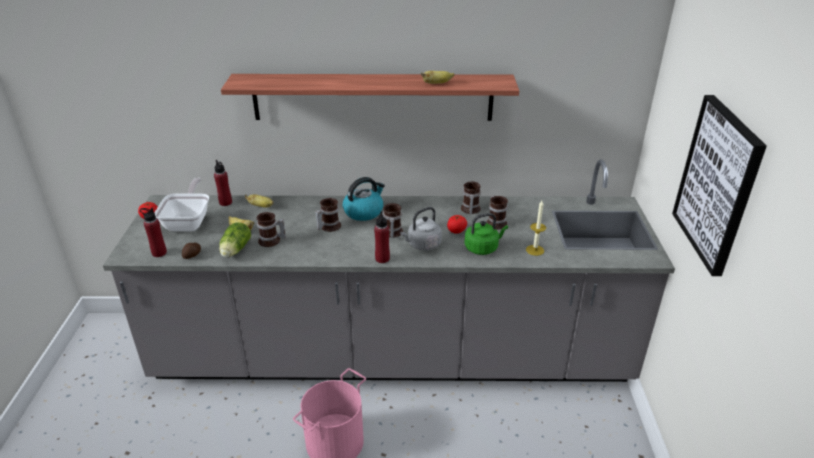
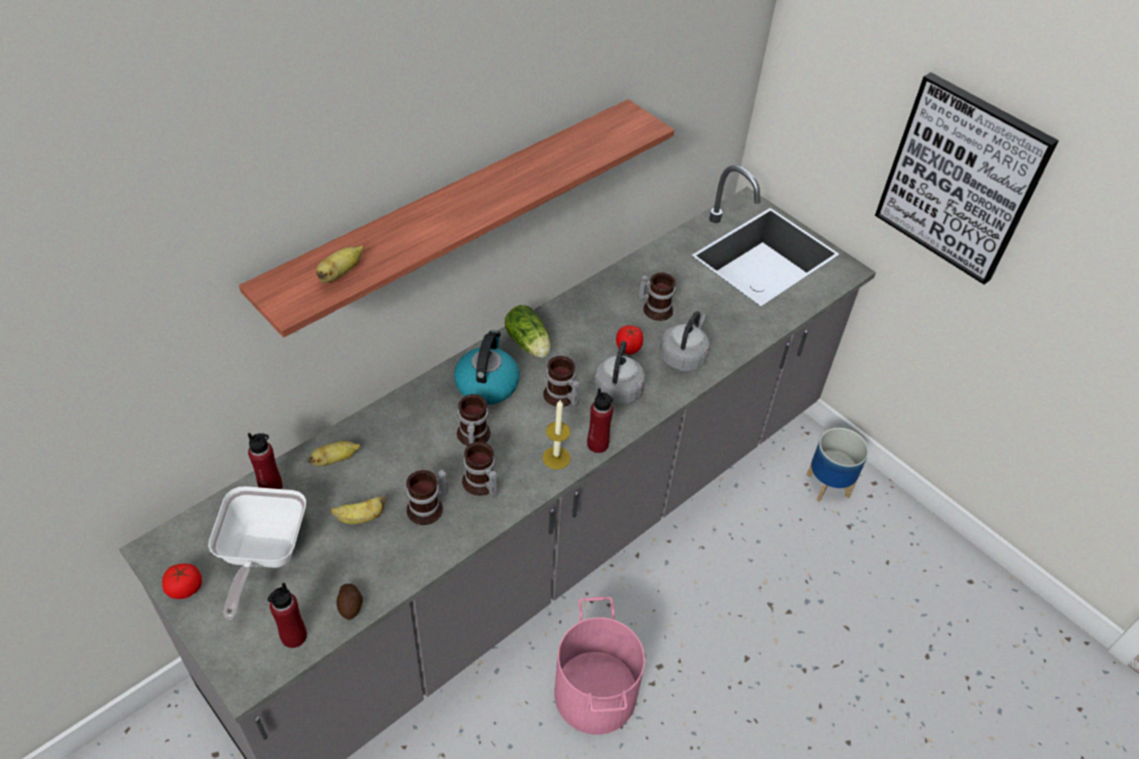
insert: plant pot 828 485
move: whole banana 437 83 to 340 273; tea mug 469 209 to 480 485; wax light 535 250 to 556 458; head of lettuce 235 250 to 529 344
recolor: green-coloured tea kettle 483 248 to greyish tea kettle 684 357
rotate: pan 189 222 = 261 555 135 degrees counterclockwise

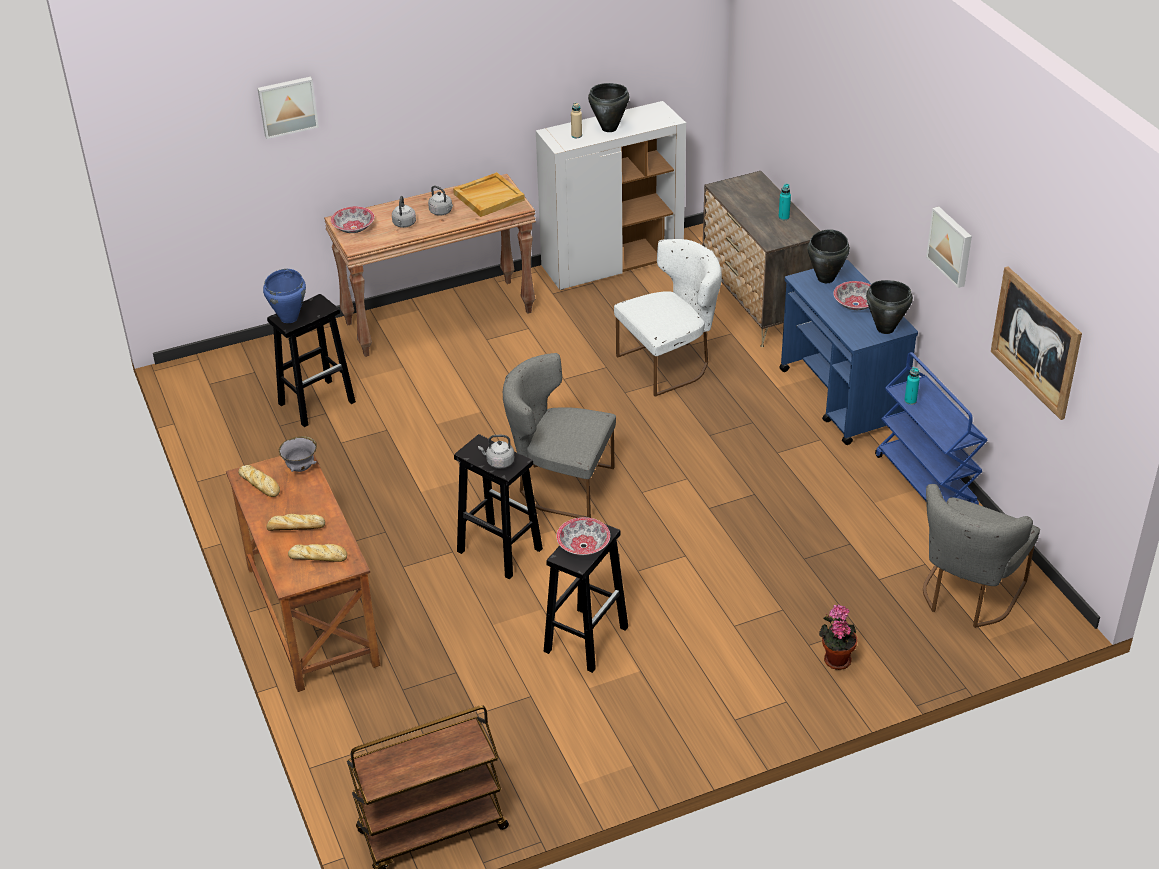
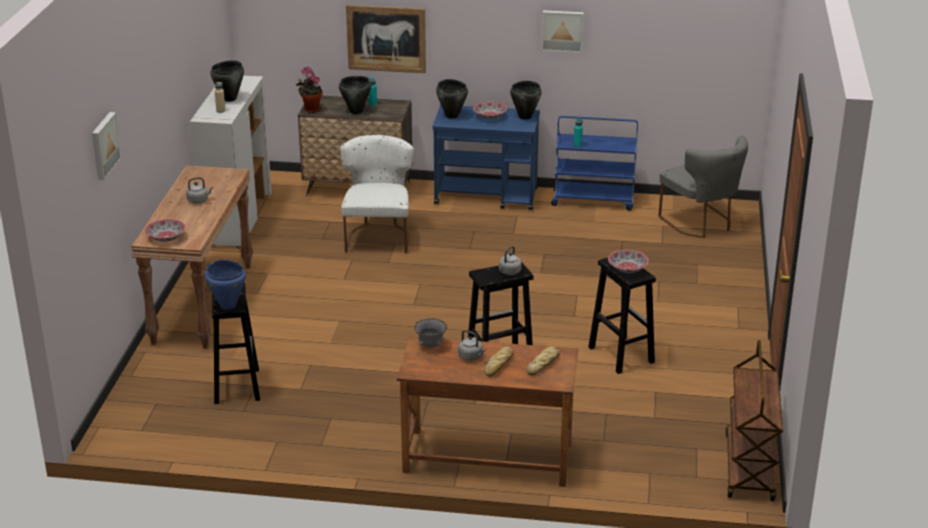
delete: beige serving tray 489 197; greyish upright chair 559 485; bakery bread 260 484
insert: black-coloured cooking pot 356 111
move: greyish tea kettle 404 224 to 471 357; wall art 1036 342 to 386 38; potted plant 835 658 to 310 109

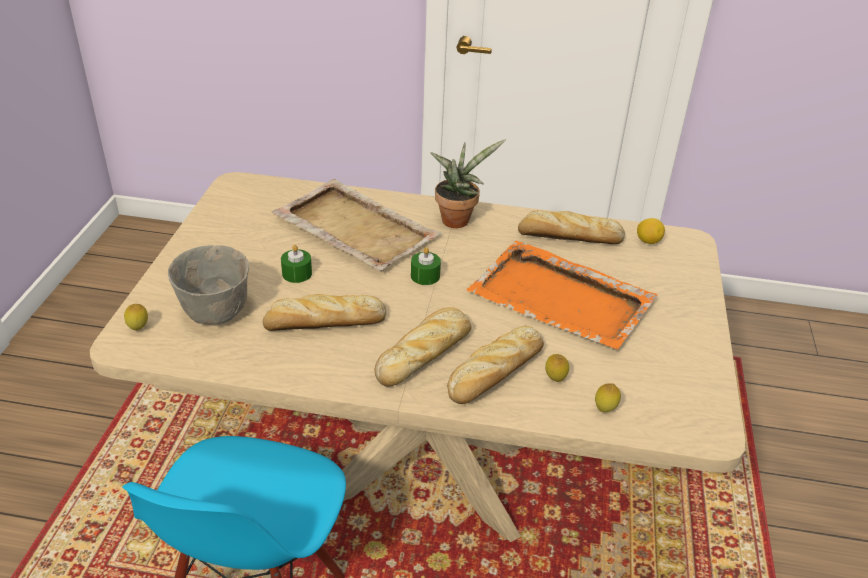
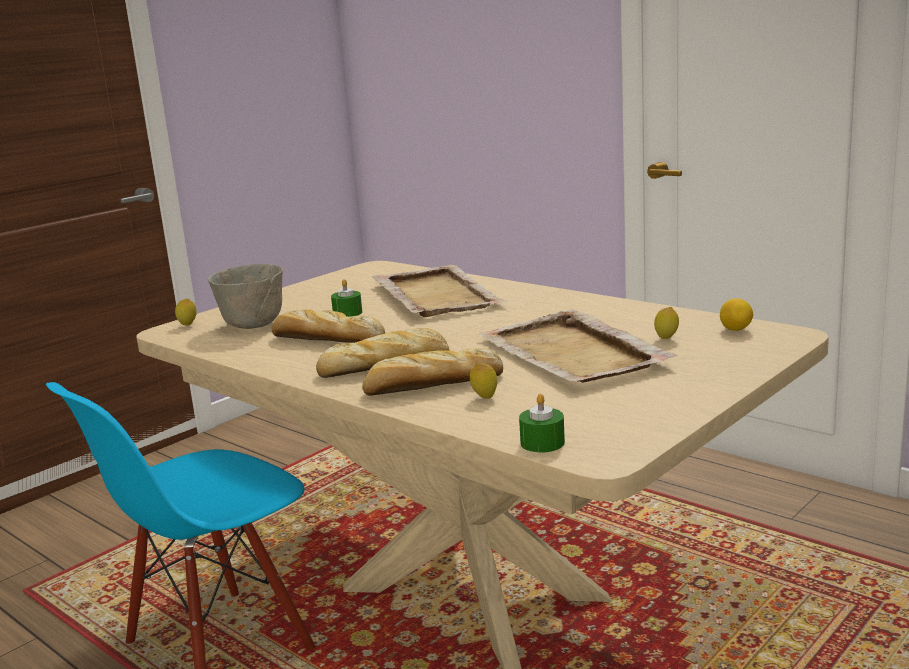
delete: potted plant 457 219; bakery bread 567 237
move: green-coloured wax light 425 276 to 542 443; whole lemon 605 410 to 666 339
recolor: orangey serving tray 562 299 to beige serving tray 573 353

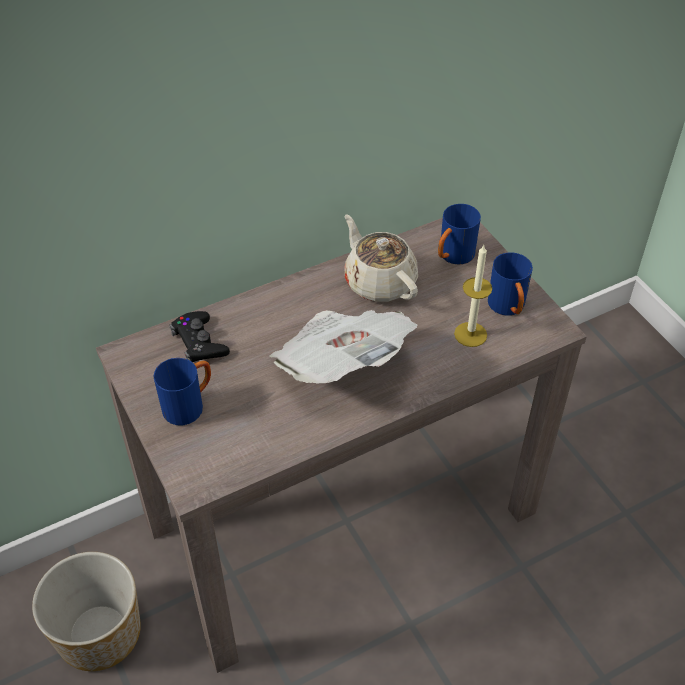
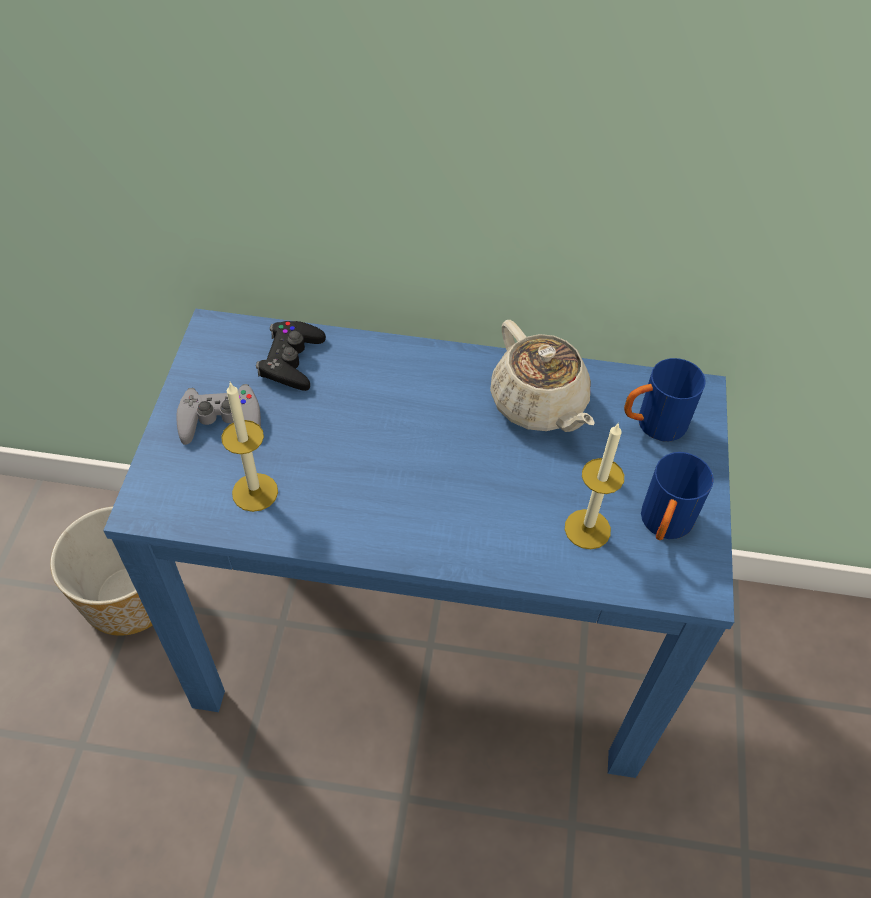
delete: newspaper 341 365
insert: wax light 255 492
replace: blue-coloured tea mug 189 405 to greyish joypad 220 420
recolor: brownish console table 343 518 to blue-coloured console table 429 640
rotate: beige pot for tea 379 282 = 539 404 150 degrees clockwise

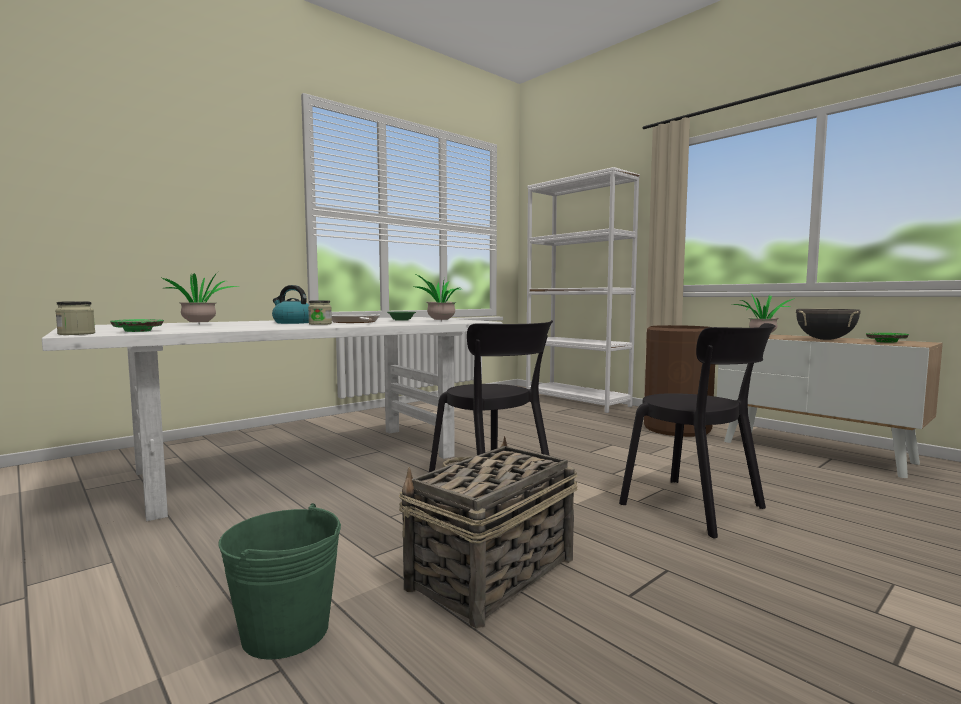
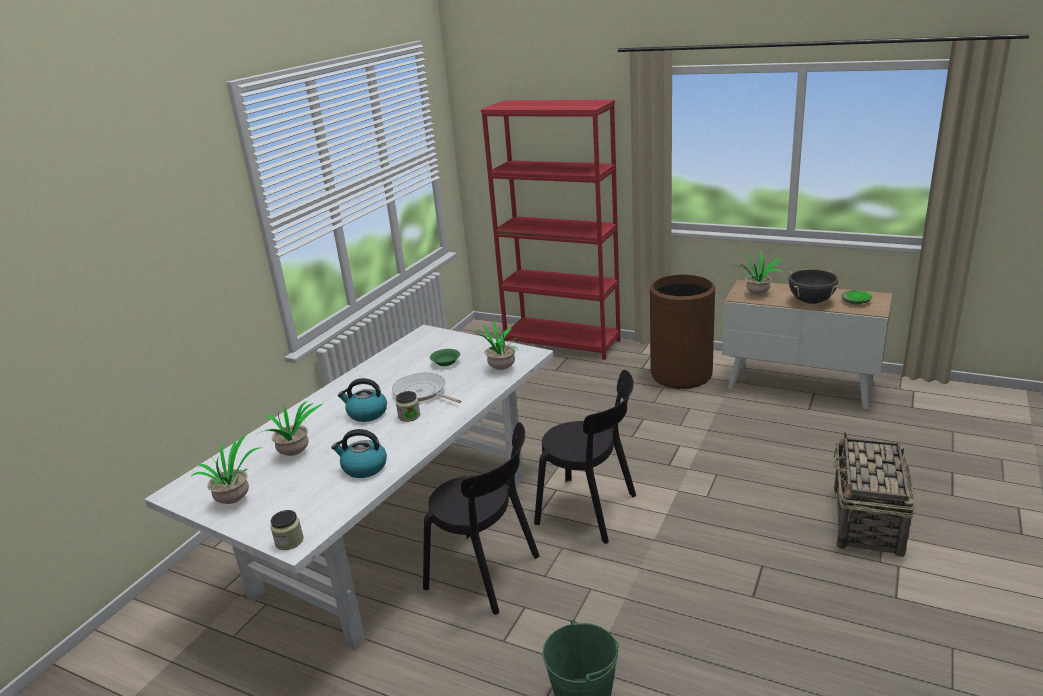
delete: green-coloured flat dish 138 331
insert: tea kettle 364 468; potted plant 236 500
move: black-coloured upright chair 698 508 to 487 574; household basket 491 574 to 867 521
recolor: white-coloured bookcase 577 401 to red-coloured bookcase 562 343

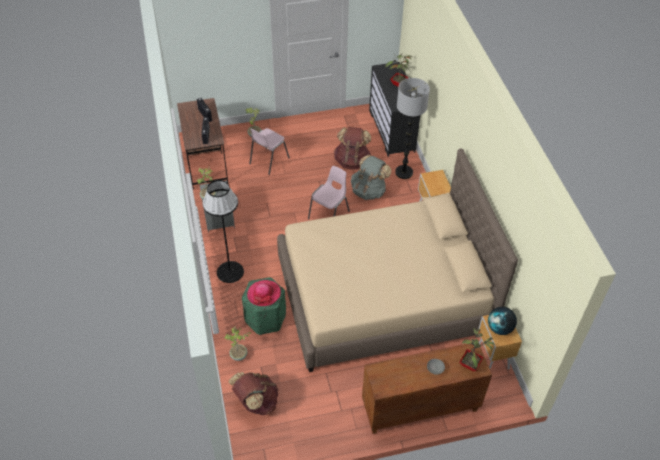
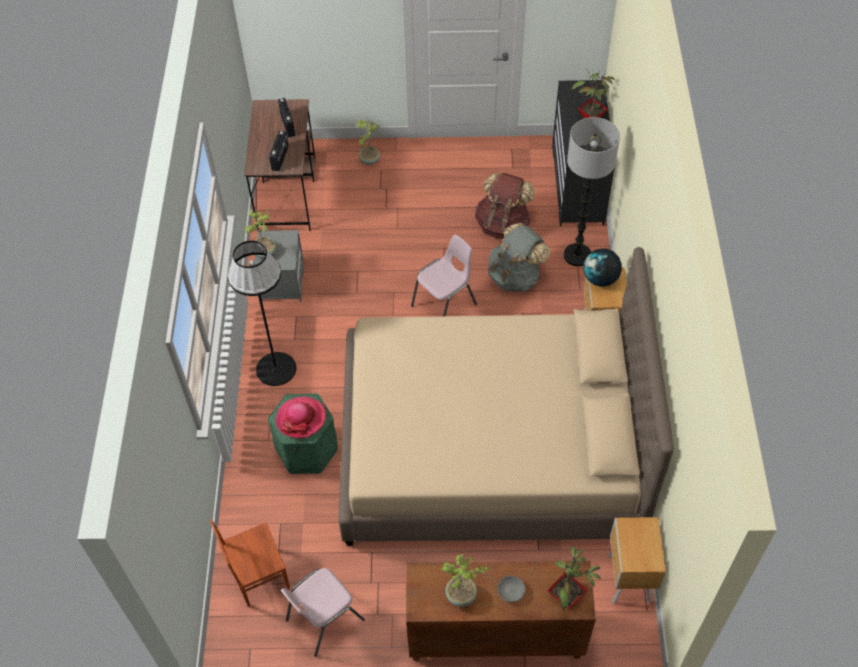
move: pink upright chair 268 161 to 323 619; world globe 499 328 to 600 279; potted plant 239 355 to 461 596
replace: brownish knapsack 256 402 to brownish upright chair 259 576

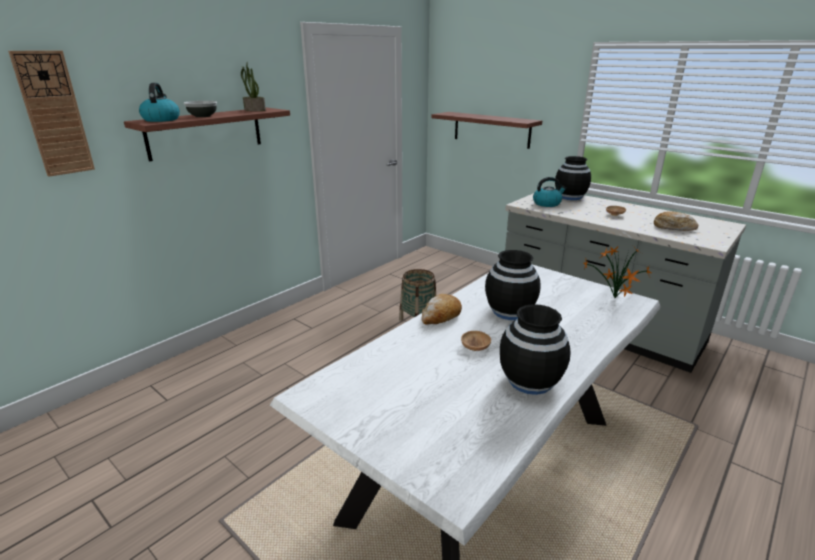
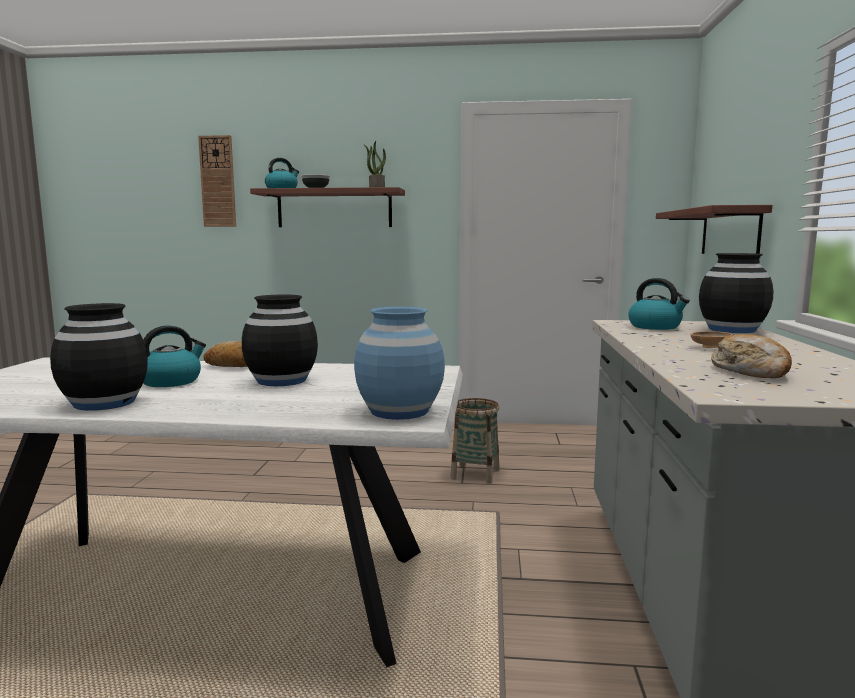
replace: potted plant 614 299 to blue-coloured decorative vase 399 411; brownish bowl 475 347 to tea kettle 171 381

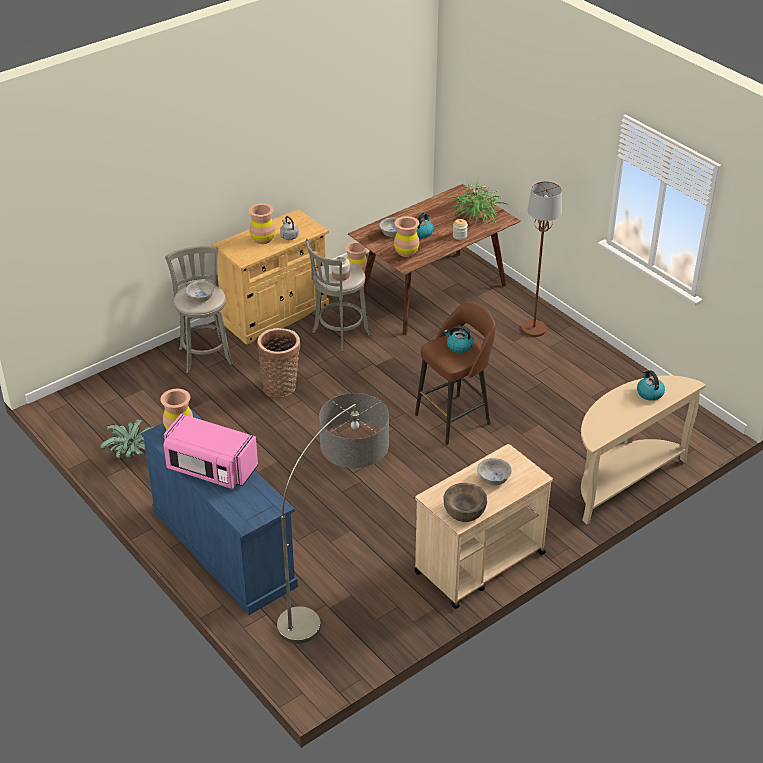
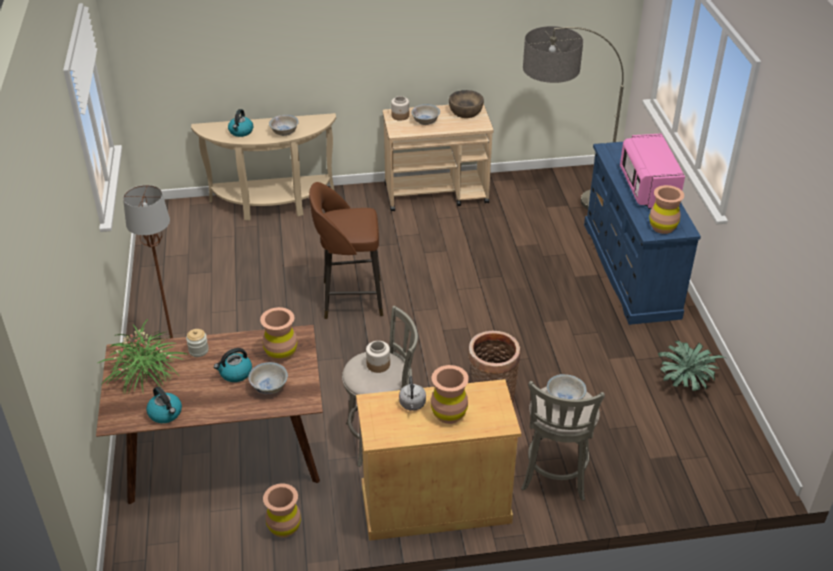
insert: storage jar 400 116; white-coloured bowl 284 132
move: tea kettle 459 346 to 166 413
rotate: pink kitchen microwave 210 469 = 648 188 150 degrees counterclockwise

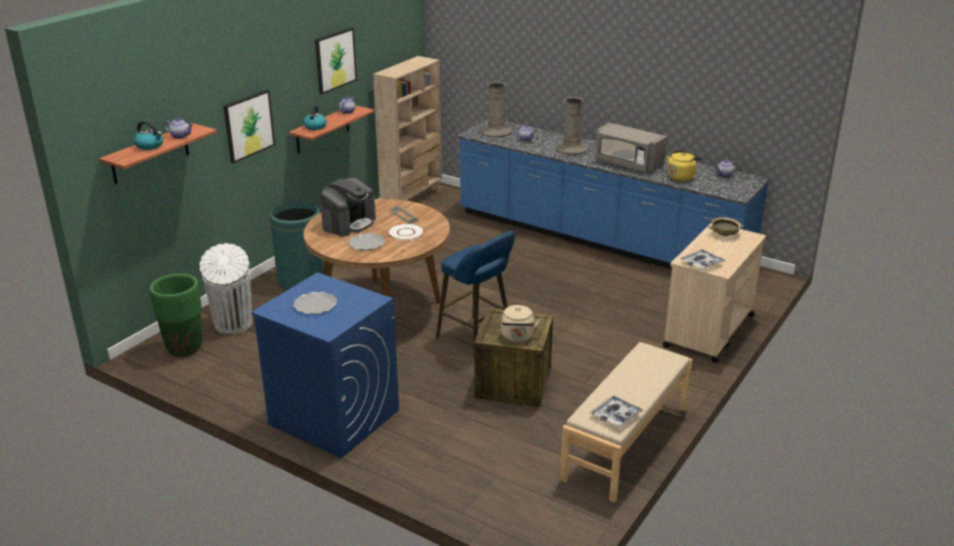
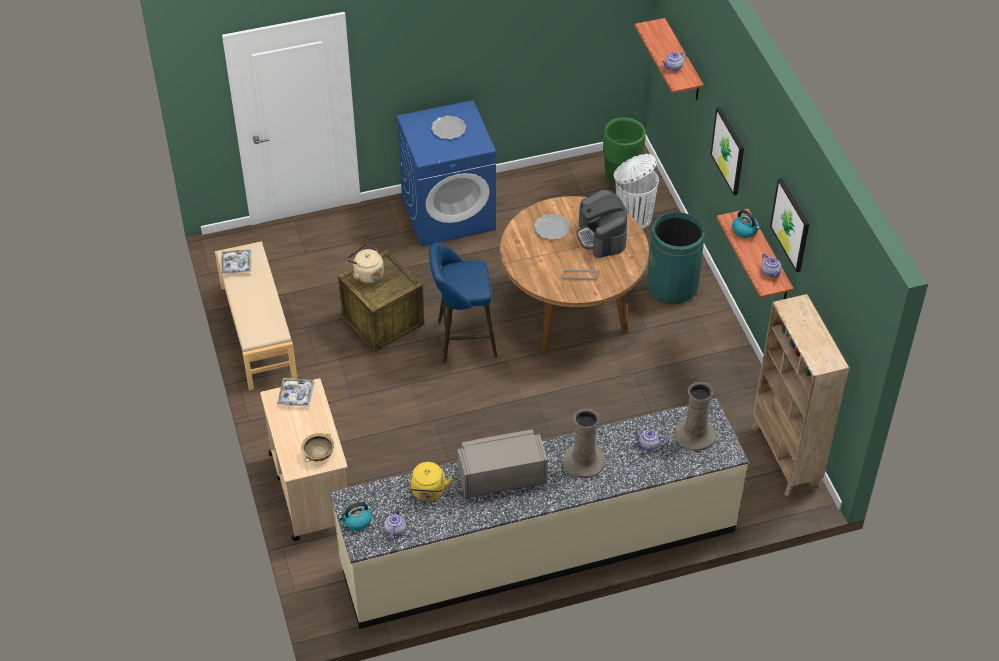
delete: white-coloured flat dish 405 233
move: tea kettle 150 146 to 356 521
recolor: blue-coloured kitchen base unit 599 240 to beige kitchen base unit 538 547

